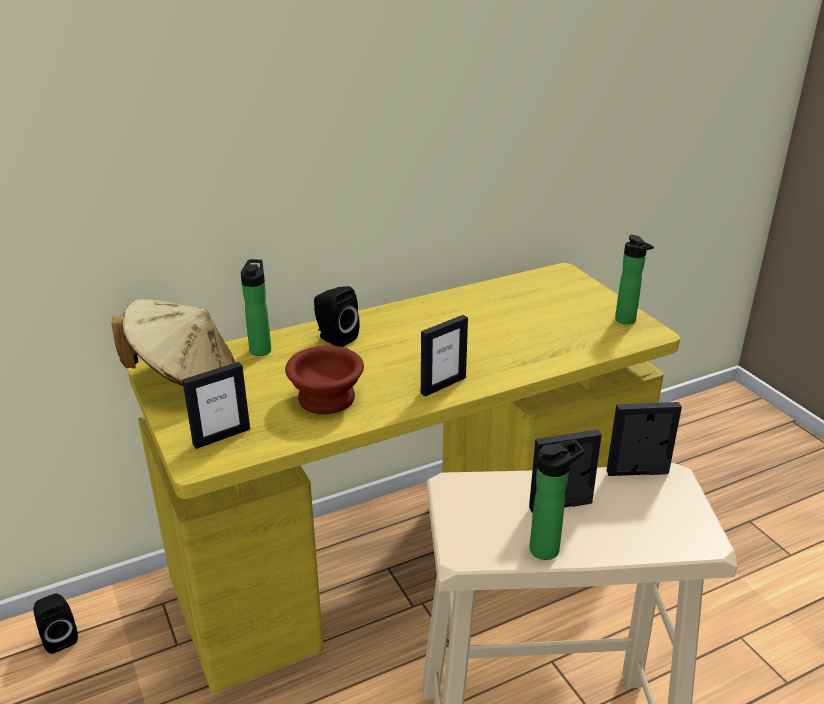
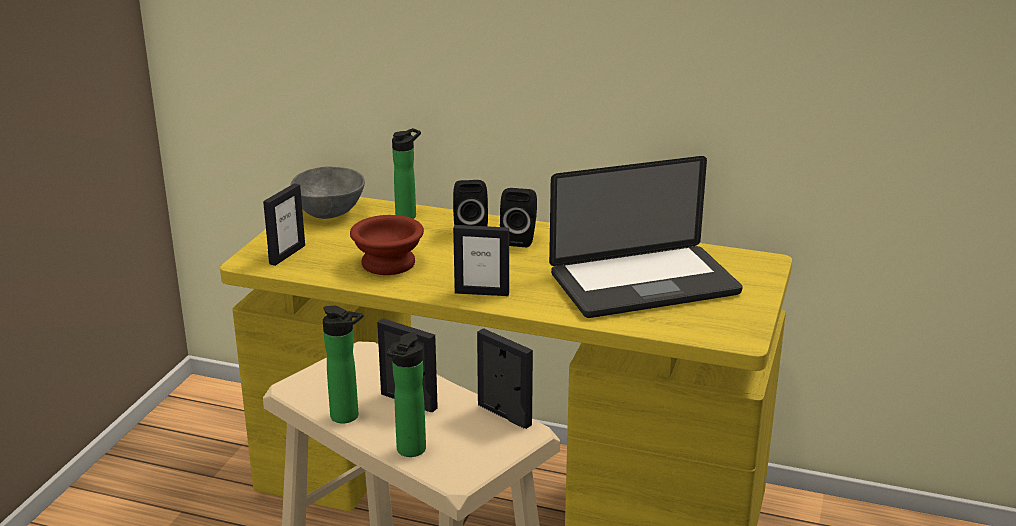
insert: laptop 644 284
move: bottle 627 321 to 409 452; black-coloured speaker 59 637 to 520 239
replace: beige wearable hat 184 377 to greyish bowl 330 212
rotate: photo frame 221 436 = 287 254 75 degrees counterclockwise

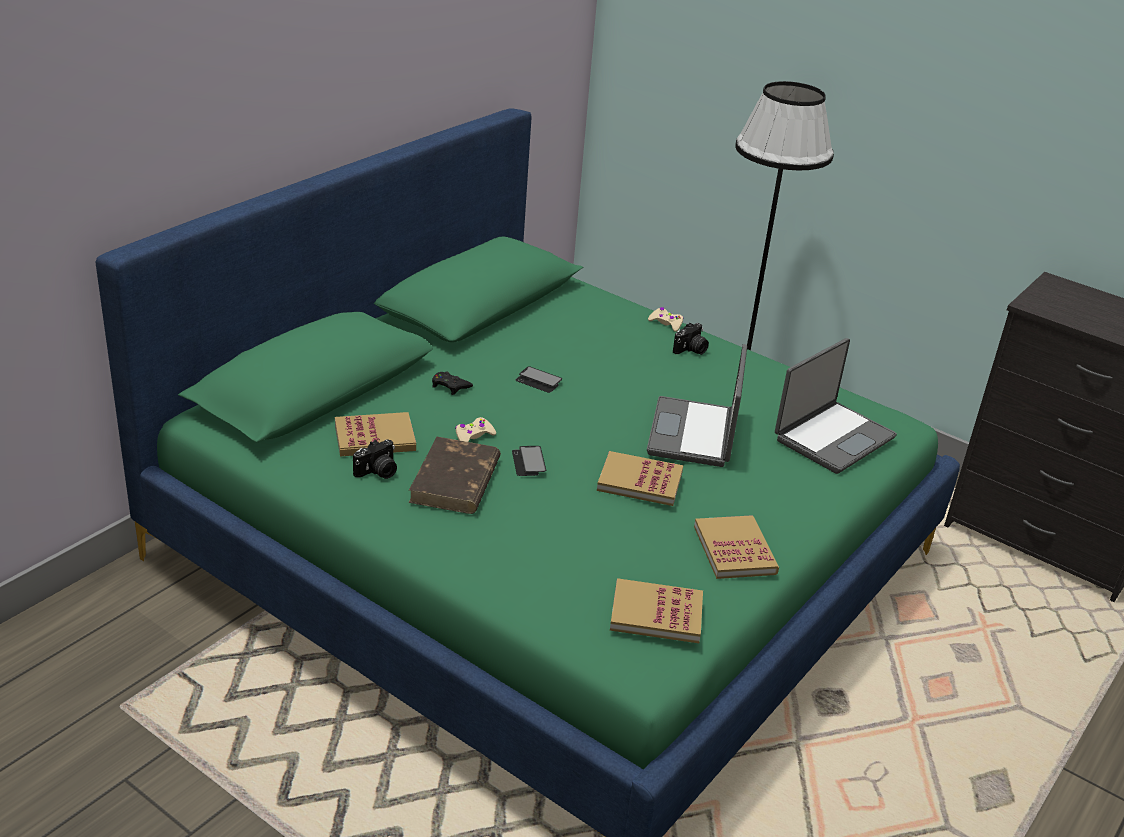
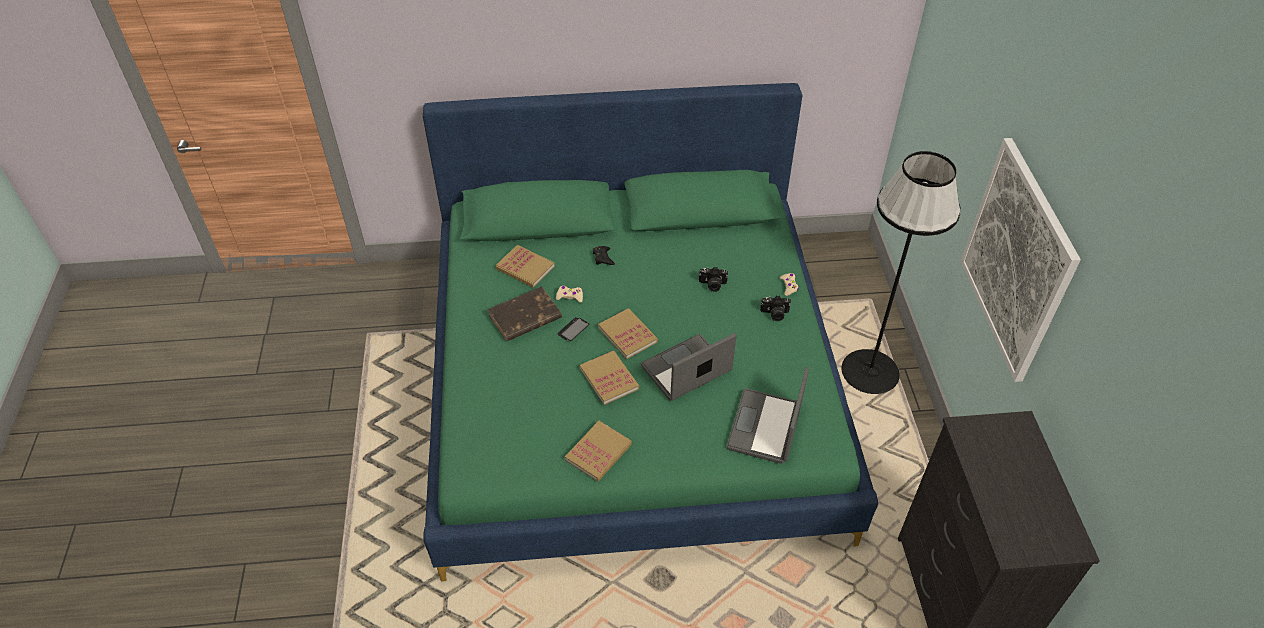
delete: telephone 538 381
insert: wall art 1017 260
move: still camera 378 472 to 712 285; bound book 656 614 to 627 335
rotate: laptop 832 437 = 766 427 105 degrees clockwise

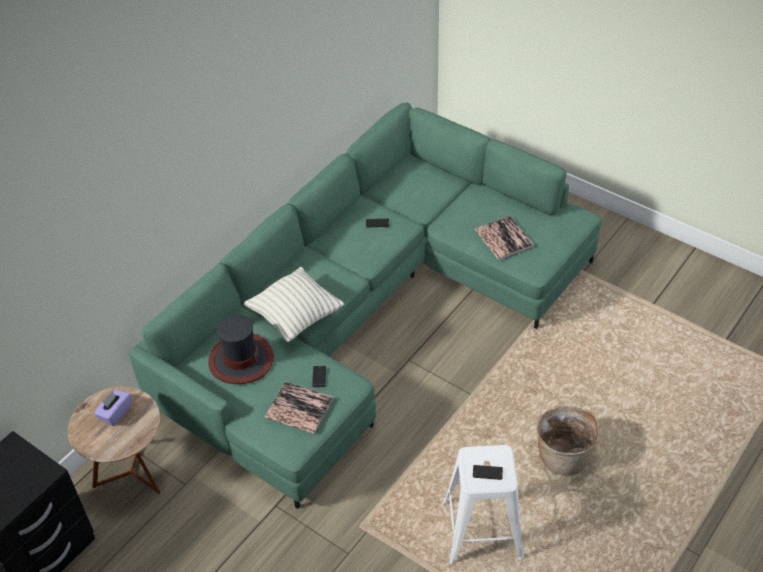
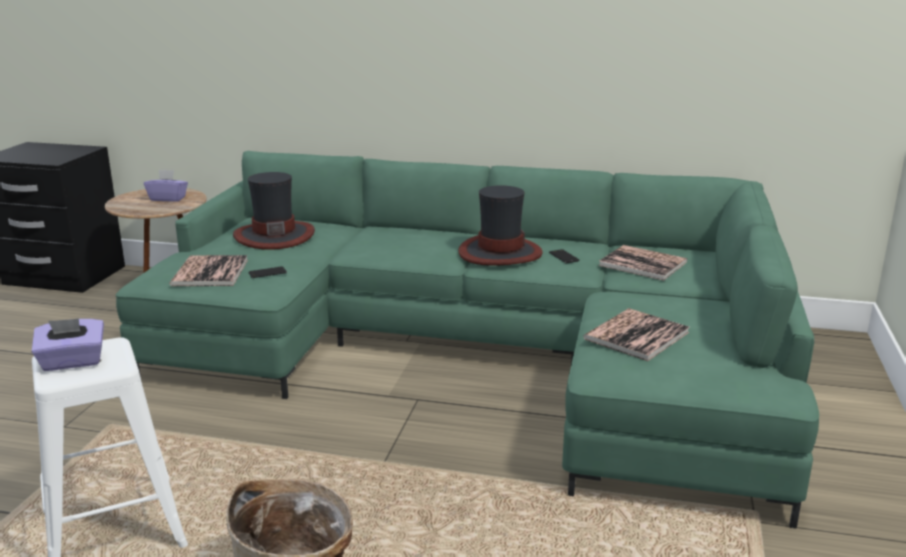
delete: pillow 296 317
insert: wearable hat 499 253; bound book 642 264
replace: telephone 487 472 to purple-coloured tissue box 72 362

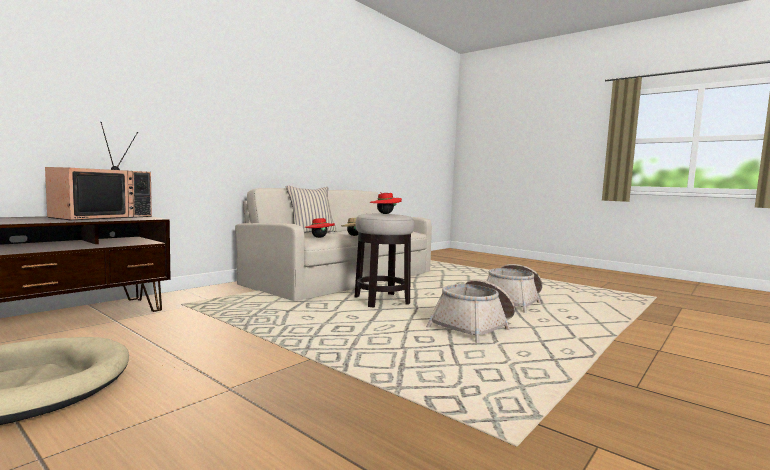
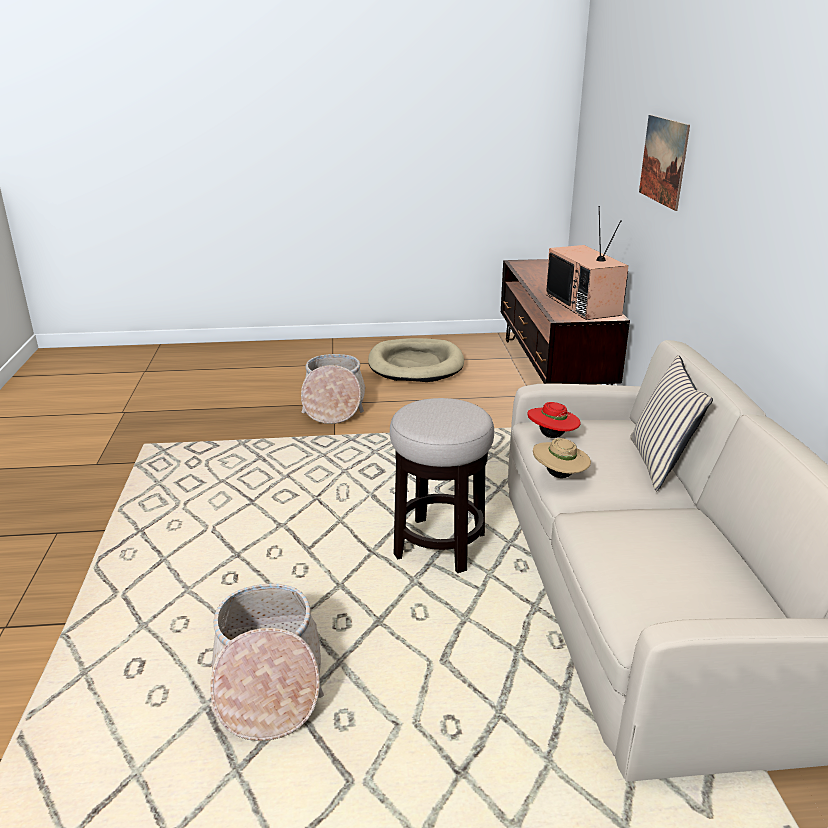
delete: red-coloured wearable hat 384 214
insert: wall art 663 161
move: household basket 474 327 to 333 405

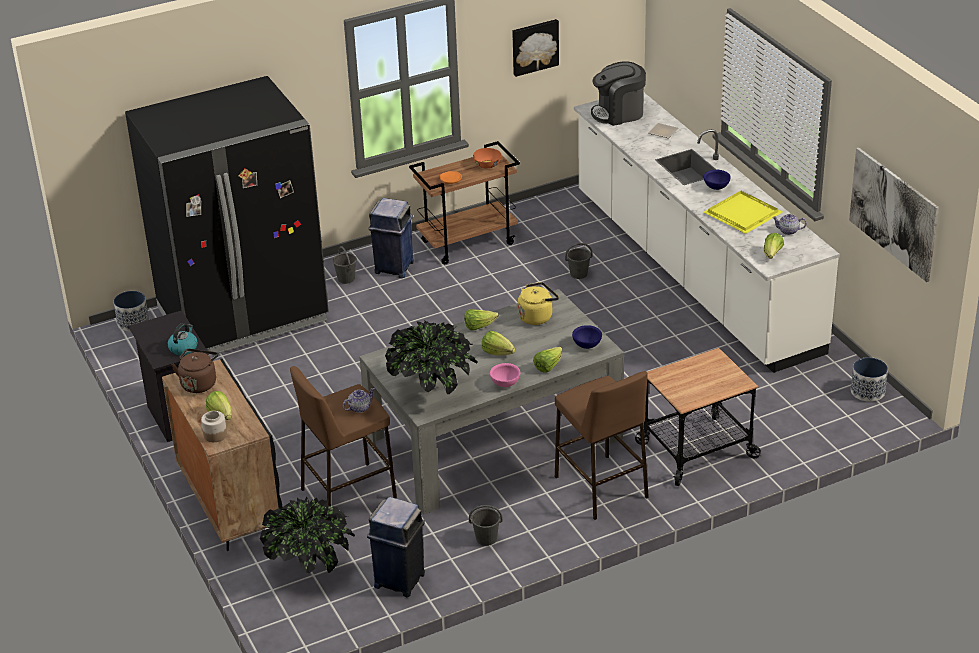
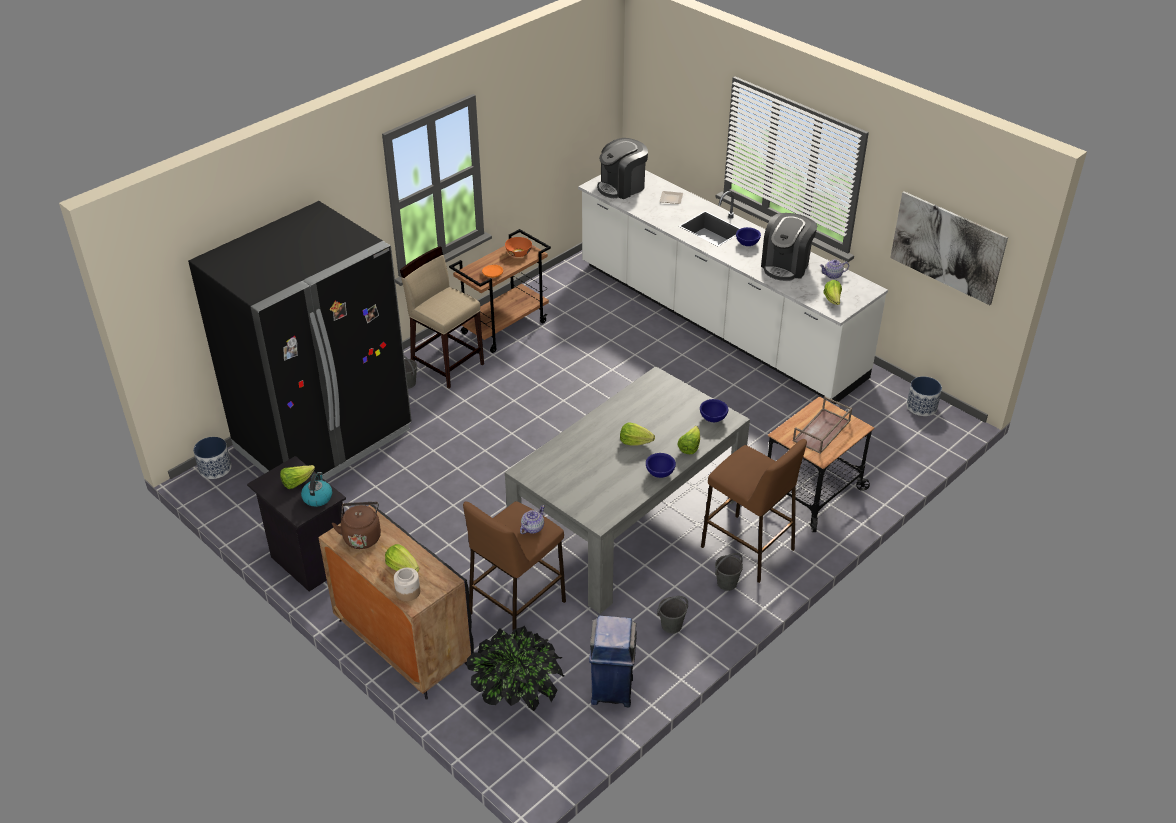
delete: wall art 534 46; yellowish tea kettle 537 316; potted plant 432 389
insert: brownish serving tray 821 431
move: greyish bucket 579 274 to 727 583; head of lettuce 479 326 to 297 482
replace: yellowish serving tray 744 214 to coffee machine 786 265; blue-coloured rubbish bin 394 268 to beige stool seat 447 364
recolor: pink bowl 505 383 to blue-coloured bowl 660 473

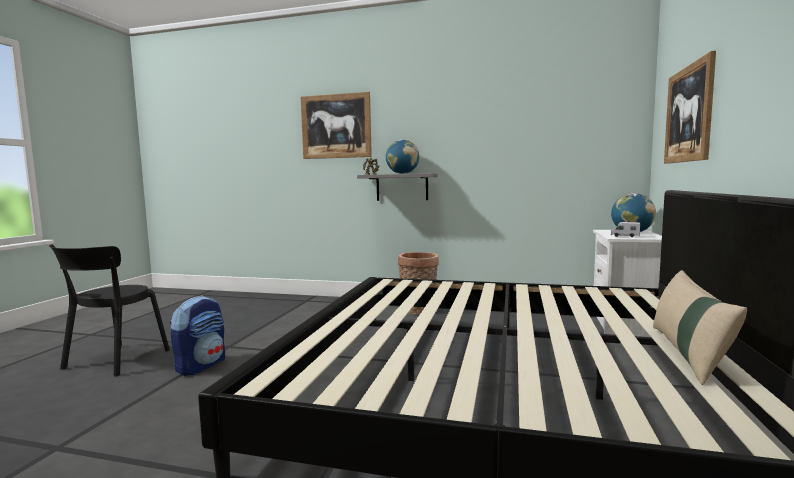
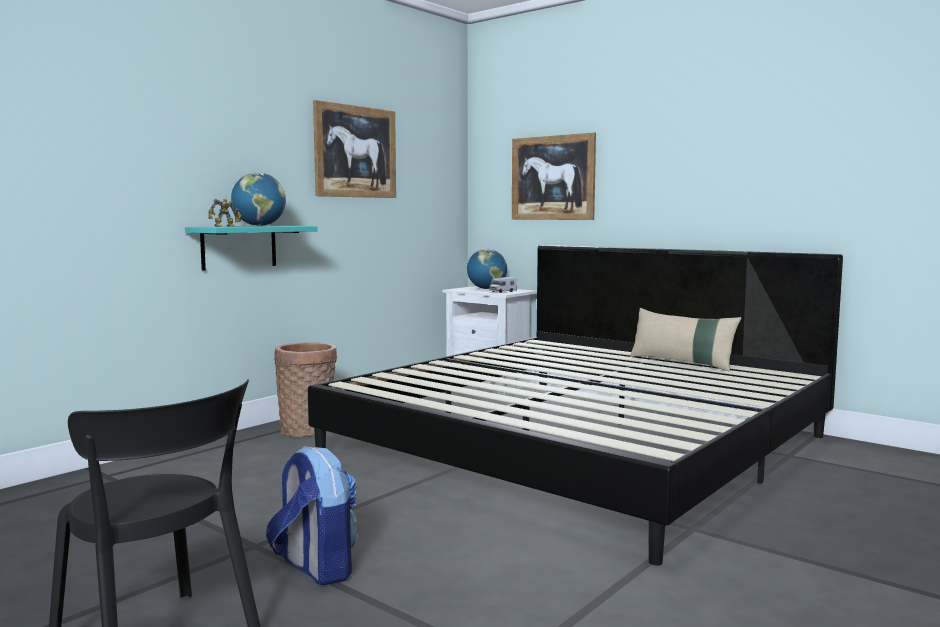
move: wall art 336 126 to 355 152
recolor: greyish shelf 402 187 to turquoise shelf 239 247

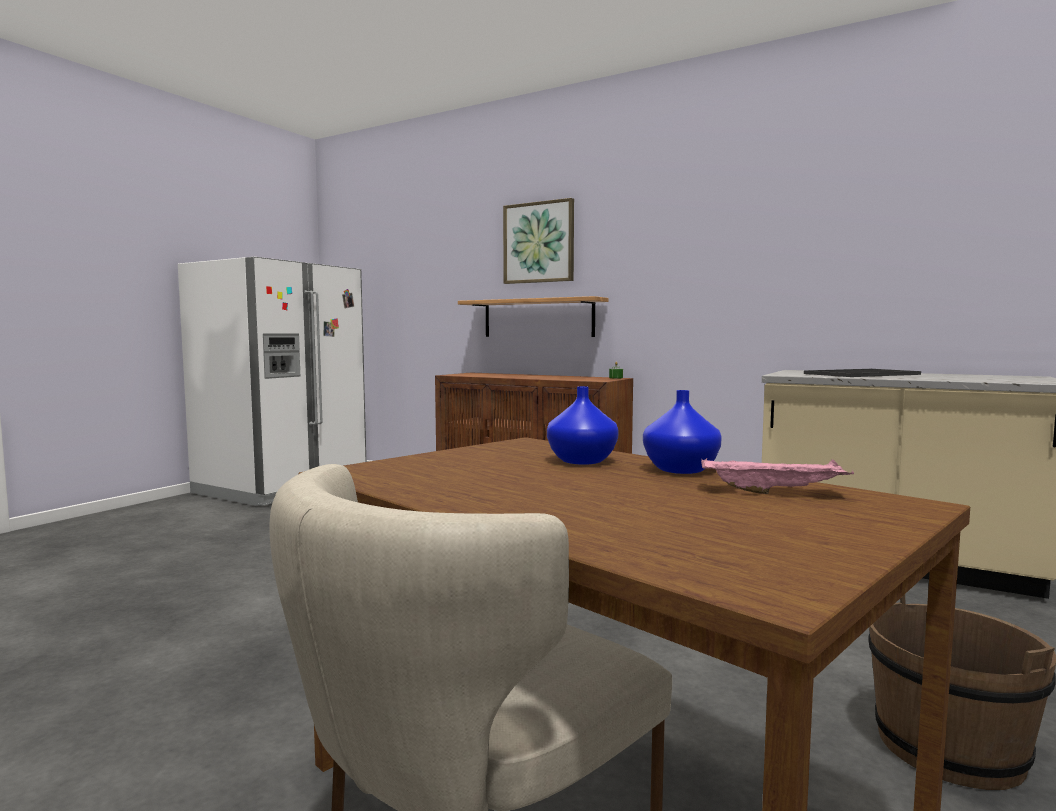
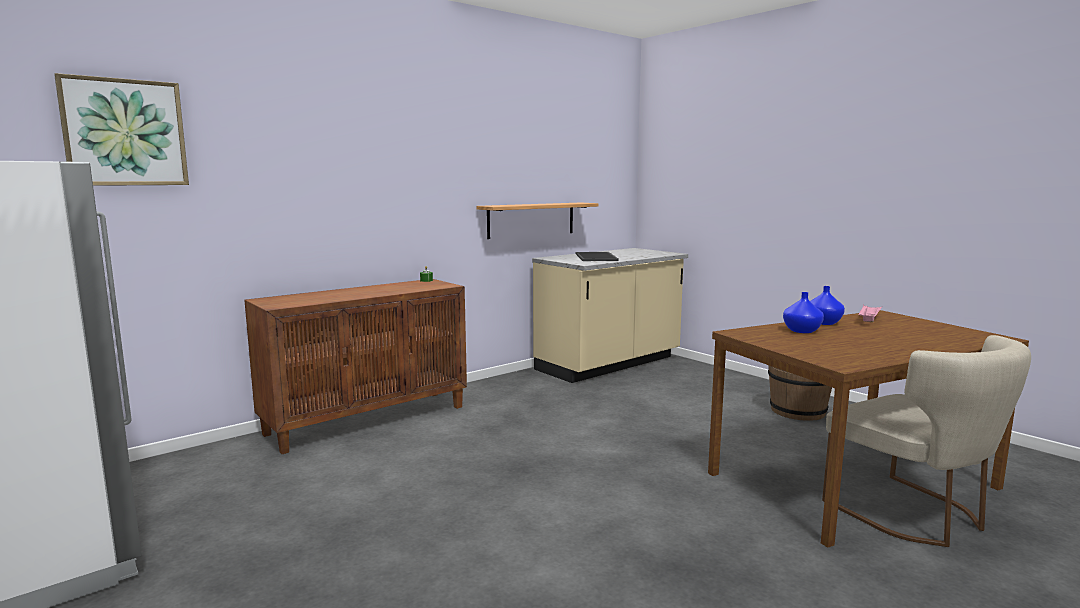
move: wall art 539 242 to 125 133; shelf 538 318 to 531 220

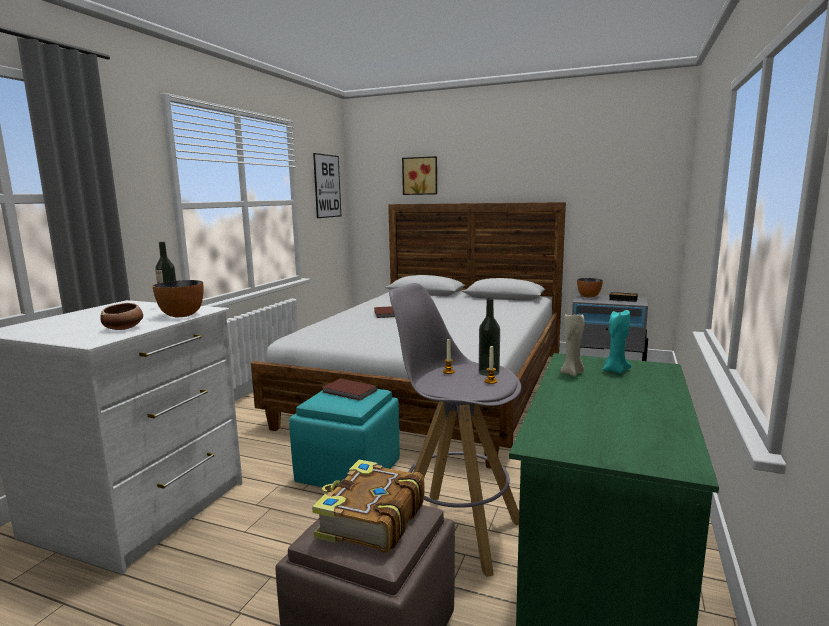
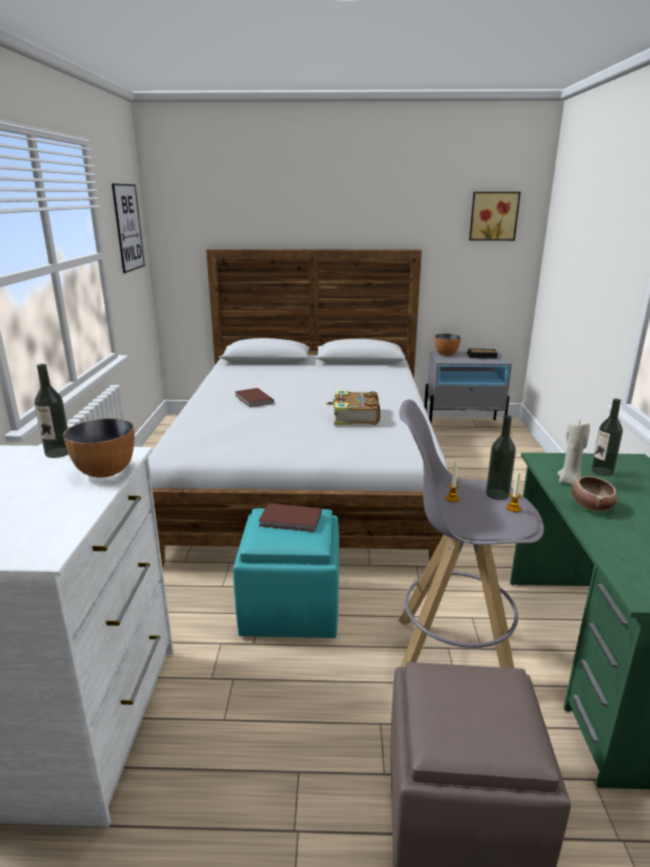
move: wall art 420 176 to 493 216; bowl 124 328 to 591 506; bound book 370 520 to 354 417
replace: turquoise wax light 615 370 to bottle 602 471

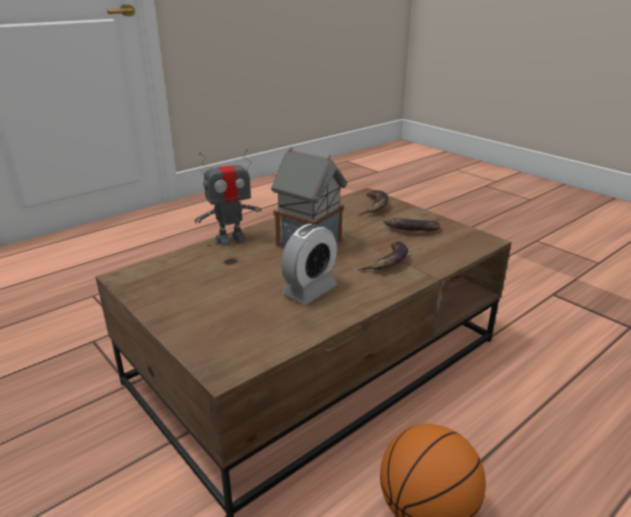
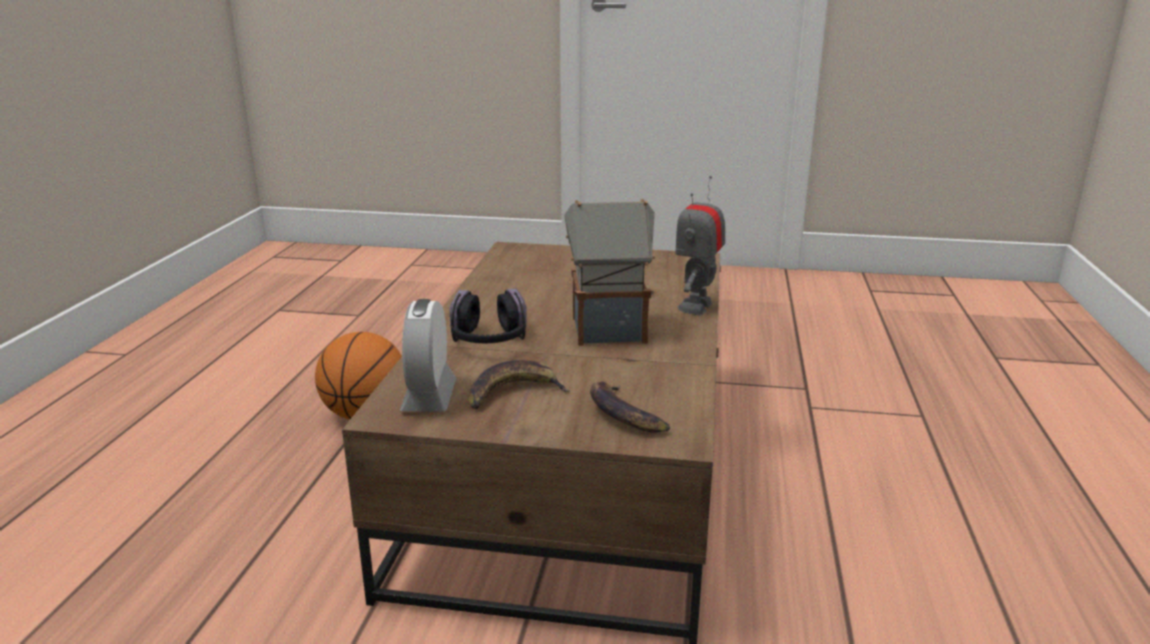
move: table clock 310 291 to 429 397
replace: whole banana 388 262 to pair of headphones 488 341

